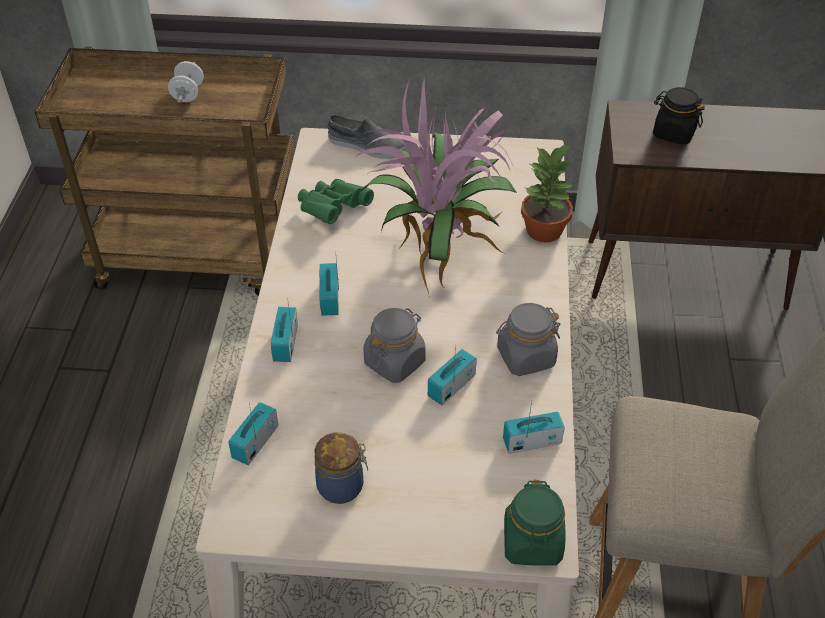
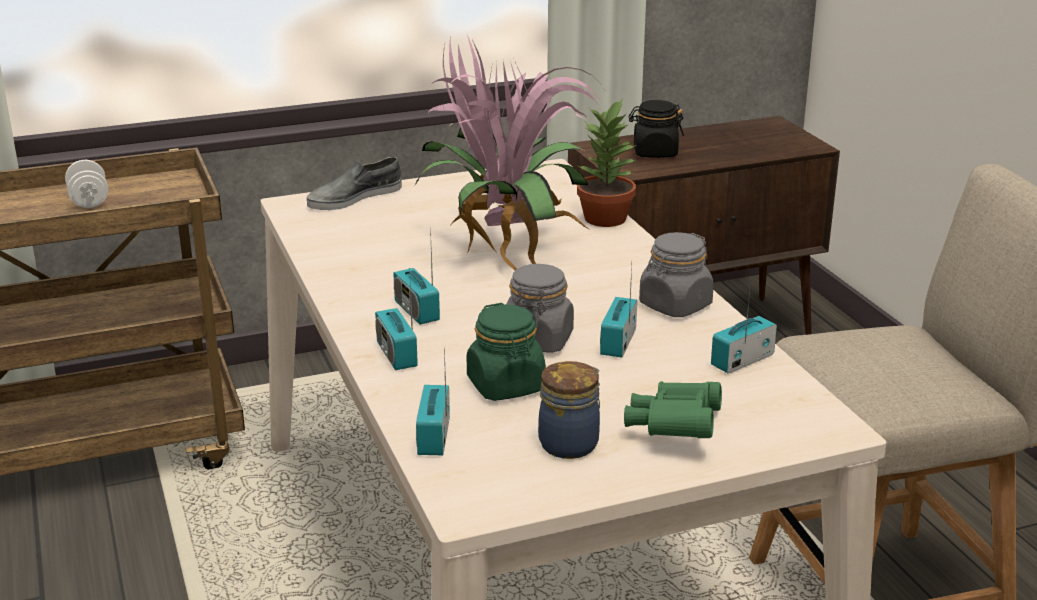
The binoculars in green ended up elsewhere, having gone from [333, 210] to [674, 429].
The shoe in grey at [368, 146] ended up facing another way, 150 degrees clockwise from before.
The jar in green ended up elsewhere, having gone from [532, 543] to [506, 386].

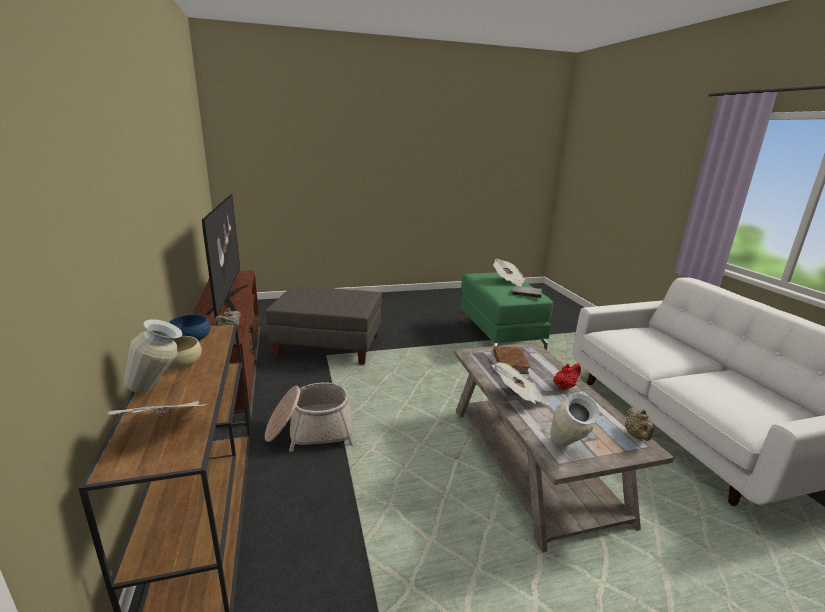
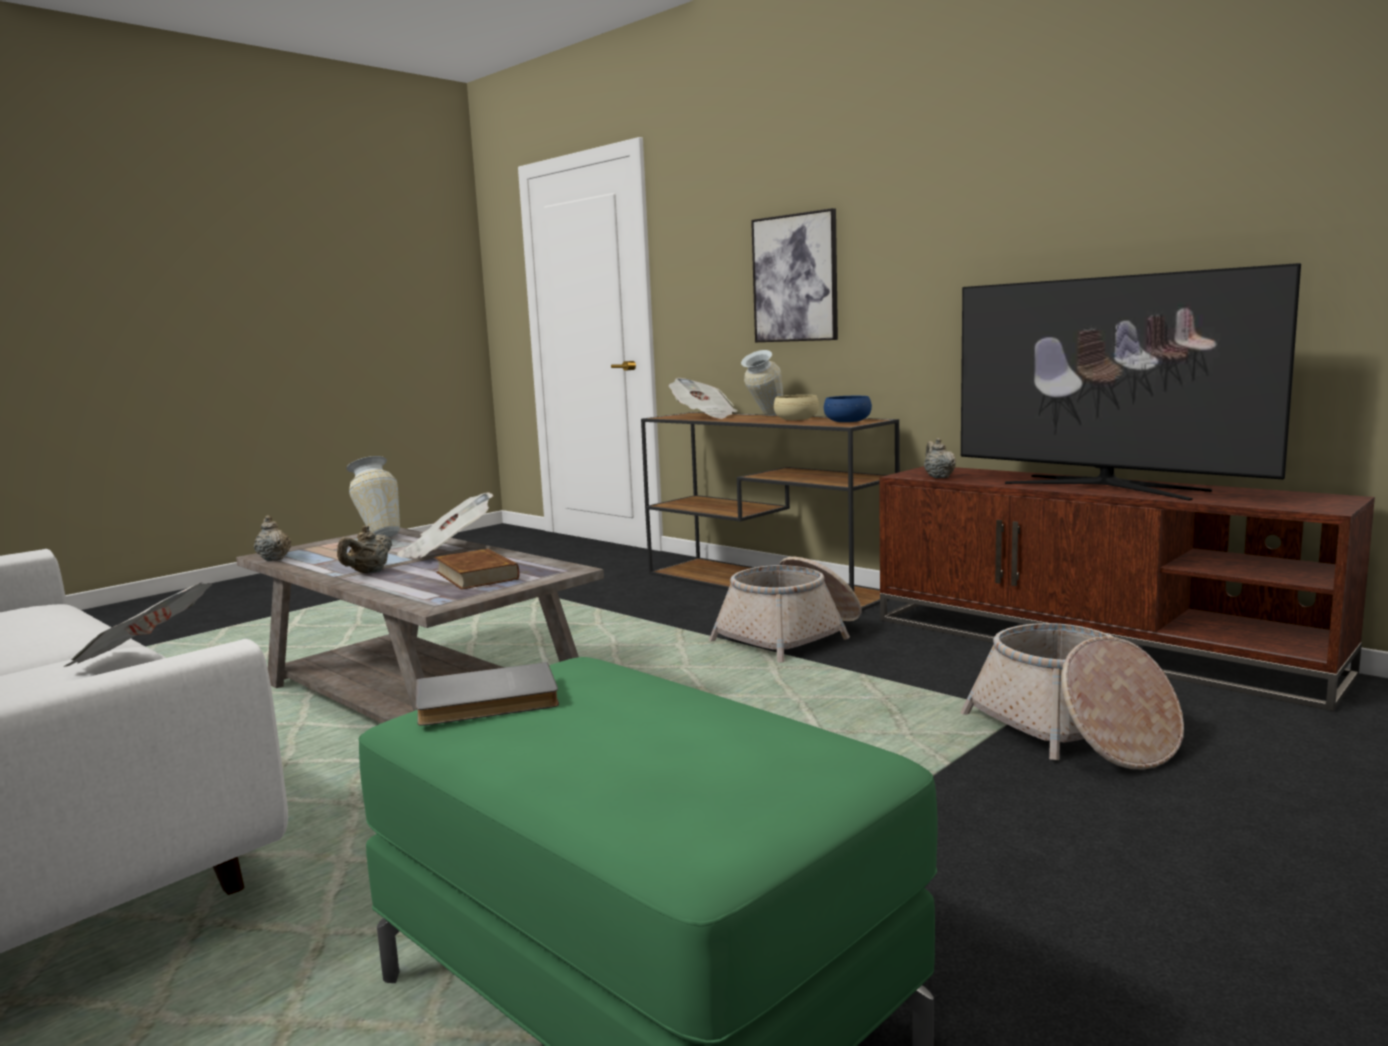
Where the ottoman in grey stood at [328, 346], the basket came to stand at [1072, 733].
The newspaper ended up elsewhere, having gone from [508, 281] to [145, 659].
What was the teapot in red at [564, 387] turned into the teapot in beige at [368, 573].
The second view gained the picture at [795, 278].

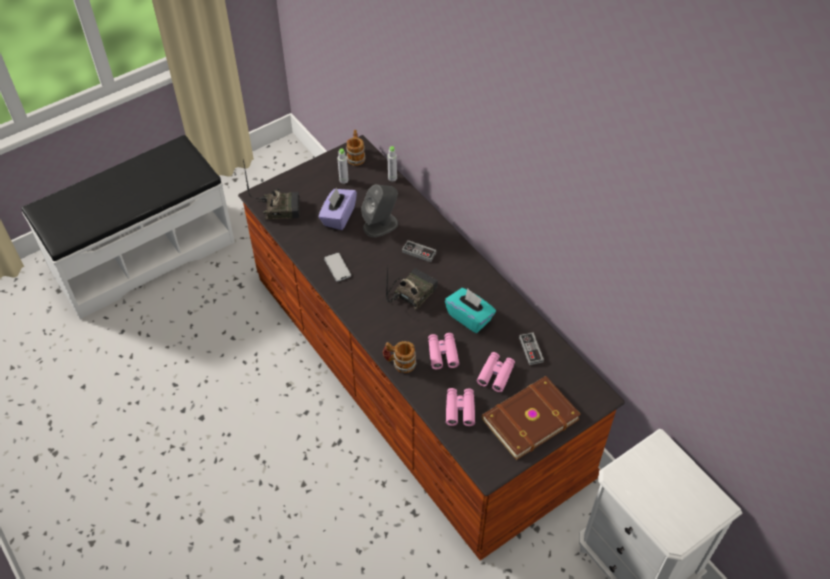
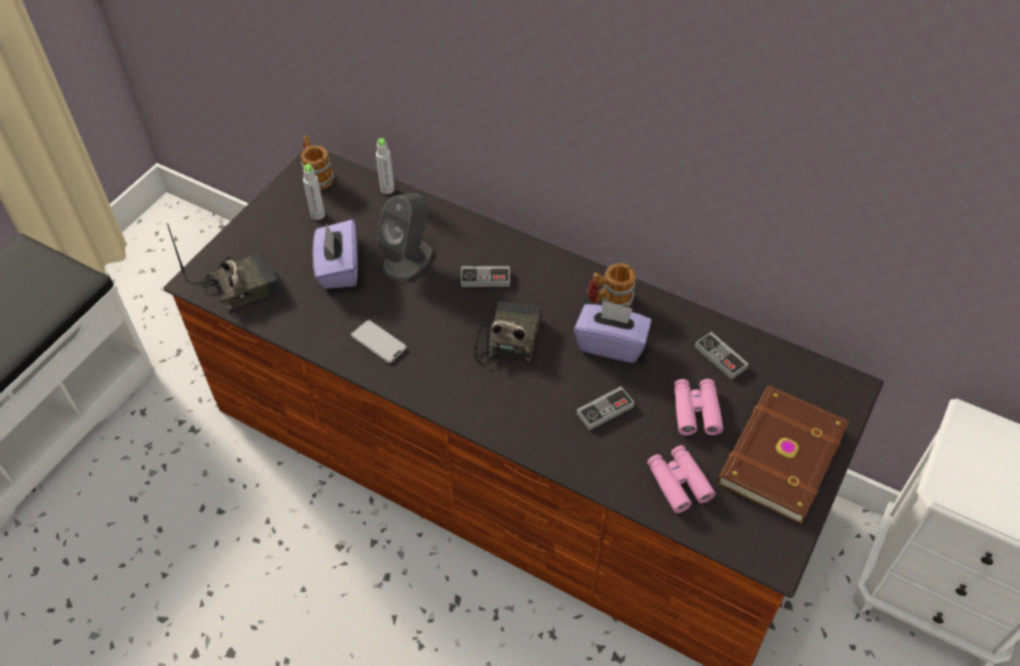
The mug ended up elsewhere, having gone from [399, 363] to [610, 300].
Where the binoculars in pink stood at [443, 353], the game controller came to stand at [605, 410].
What was the tissue box in turquoise at [469, 317] turned into the tissue box in purple at [611, 344].

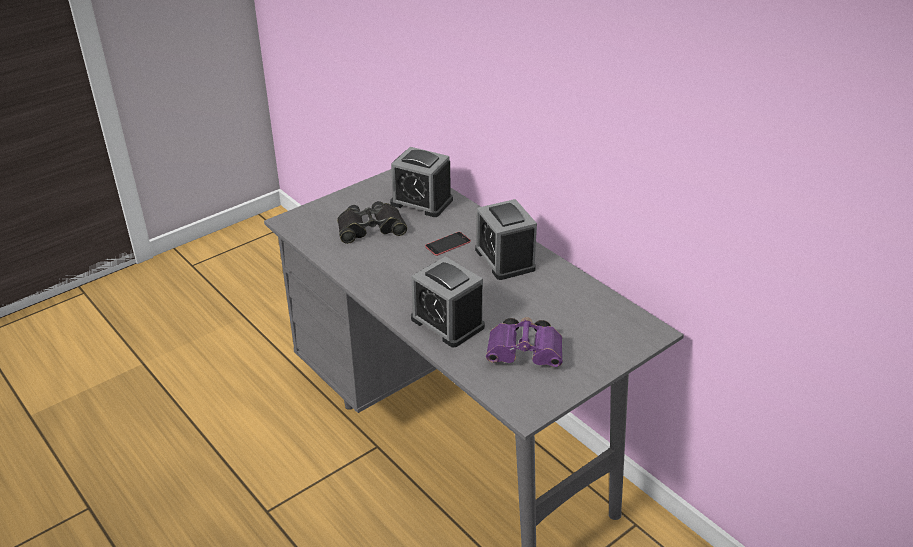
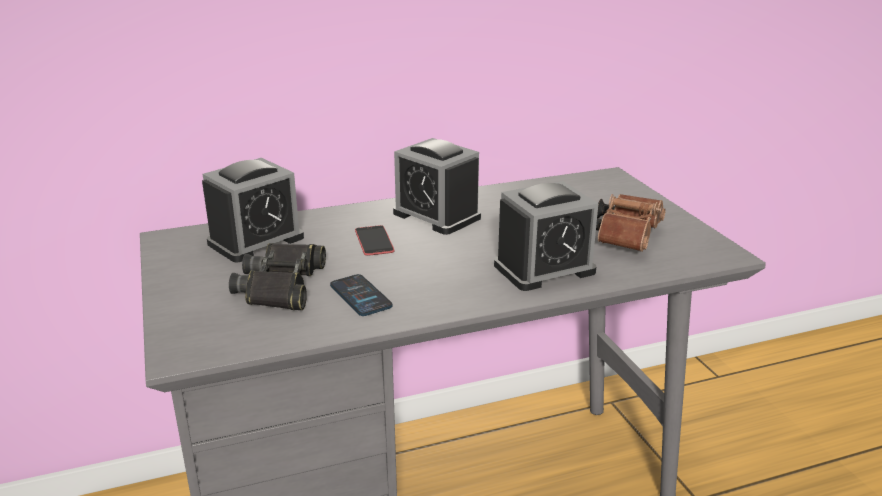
The alarm clock at [505, 259] ended up facing another way, 45 degrees clockwise from before.
What was the binoculars in purple at [526, 355] turned into the binoculars in brown at [626, 236].
The second view gained the phone at [360, 296].

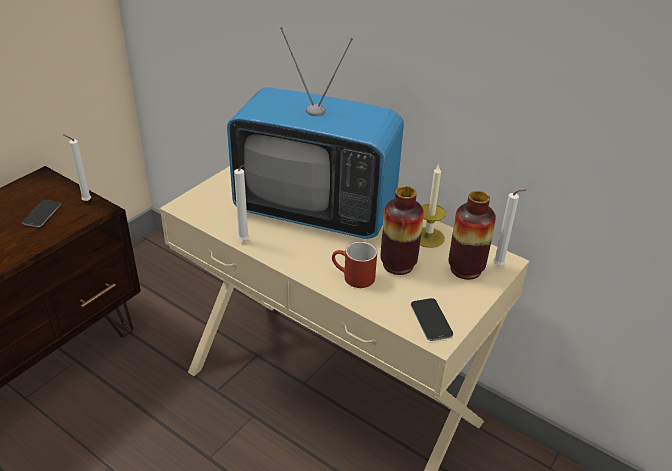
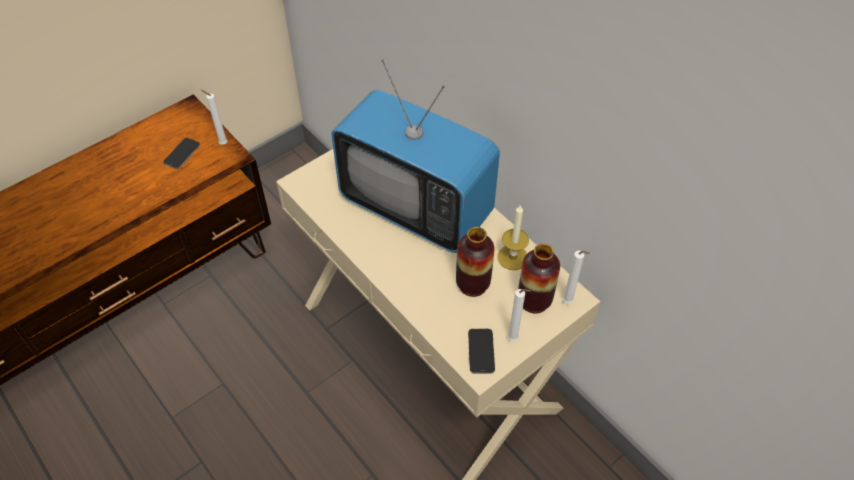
The candle in white ended up elsewhere, having gone from [245, 241] to [514, 340].
The second view lost the mug in red at [353, 277].

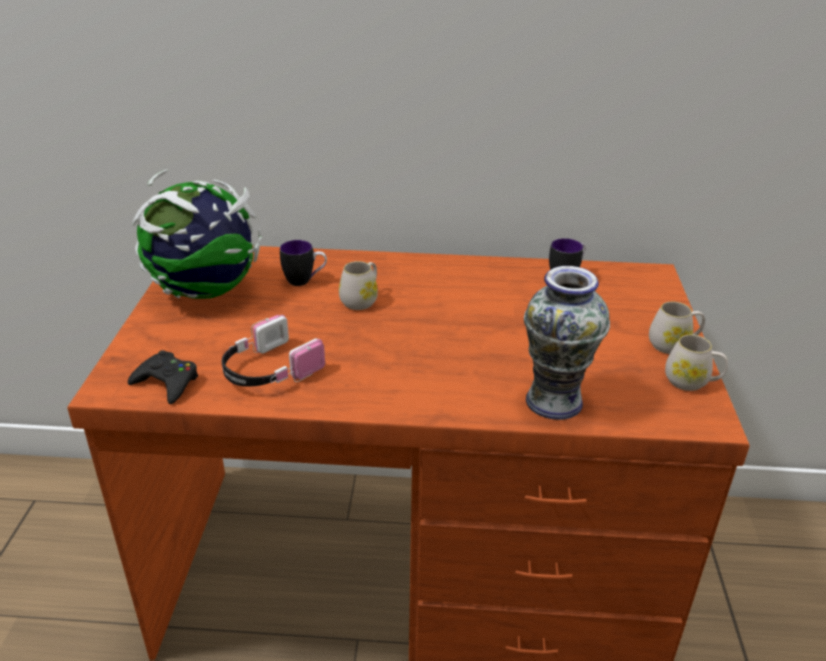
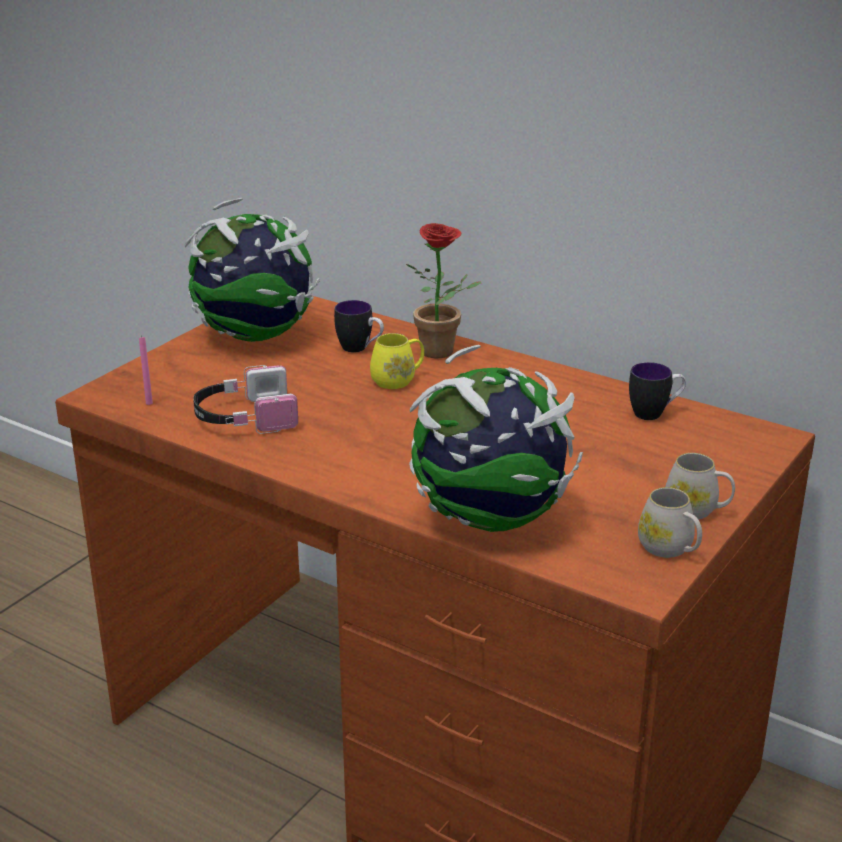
Where the game controller in black stood at [167, 382], the candle in pink came to stand at [149, 403].
What was the mug in white at [361, 300] turned into the mug in yellow at [398, 380].
Where the vase stood at [553, 400], the globe came to stand at [491, 520].
The second view gained the potted plant at [444, 352].

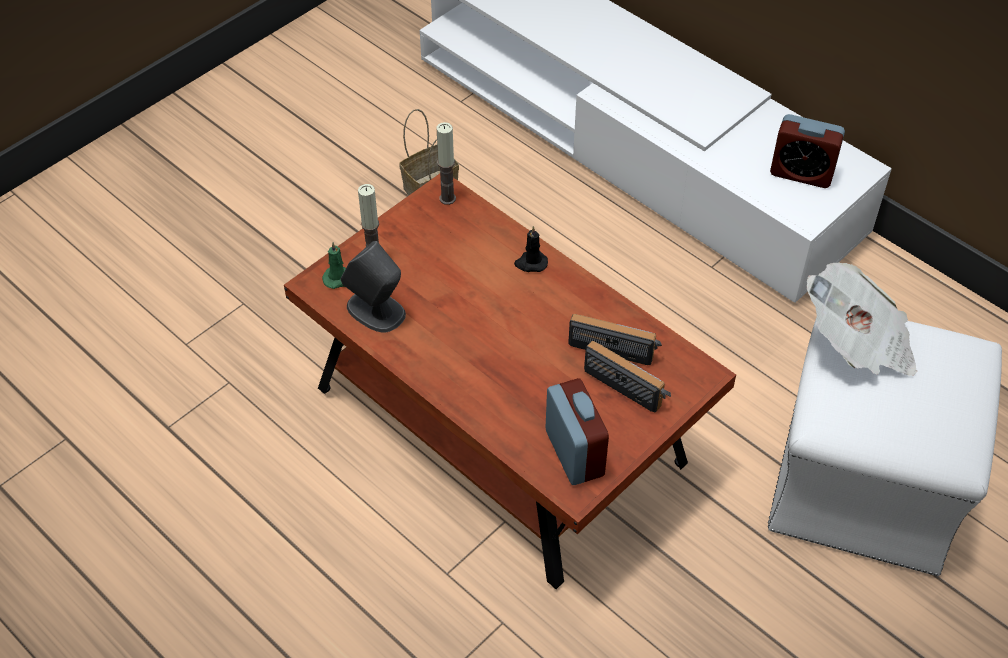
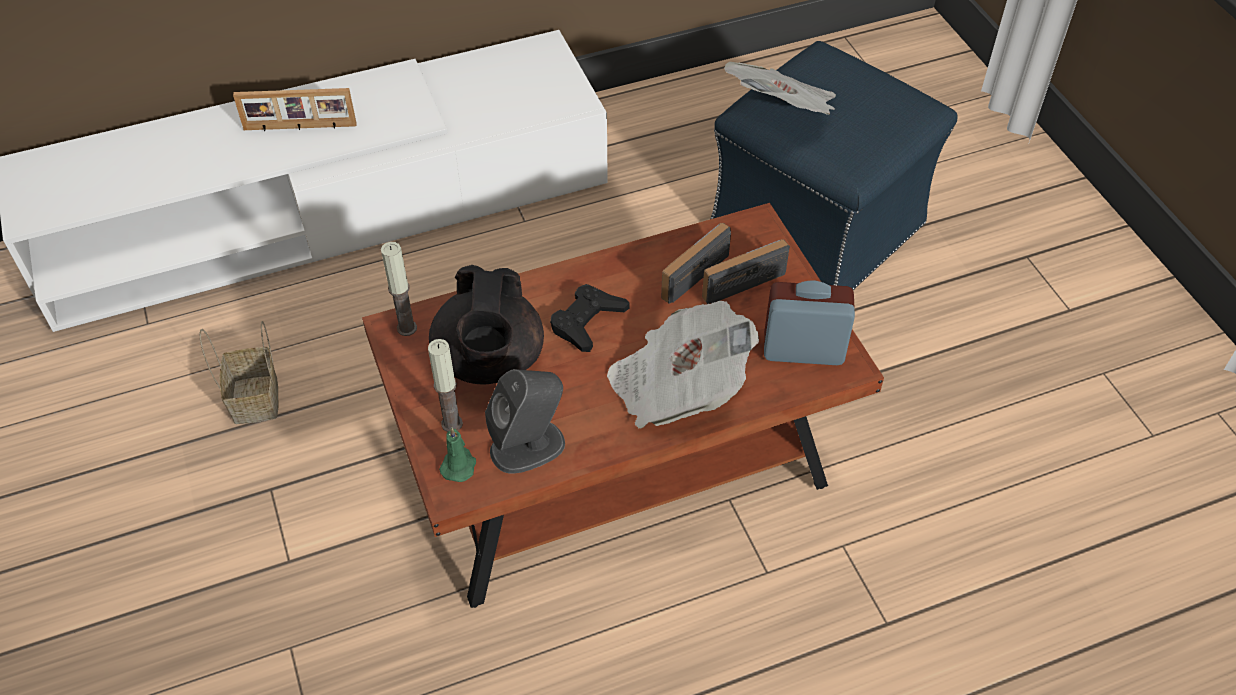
The second view lost the candle in black at [530, 263].
What was the ottoman in white at [864, 486] turned into the ottoman in blue at [819, 228].
The second view lost the alarm clock at [801, 173].
The second view gained the picture frame at [300, 128].
The second view gained the teapot in black at [489, 361].
The second view gained the game controller in black at [587, 322].
The second view gained the newspaper at [678, 387].

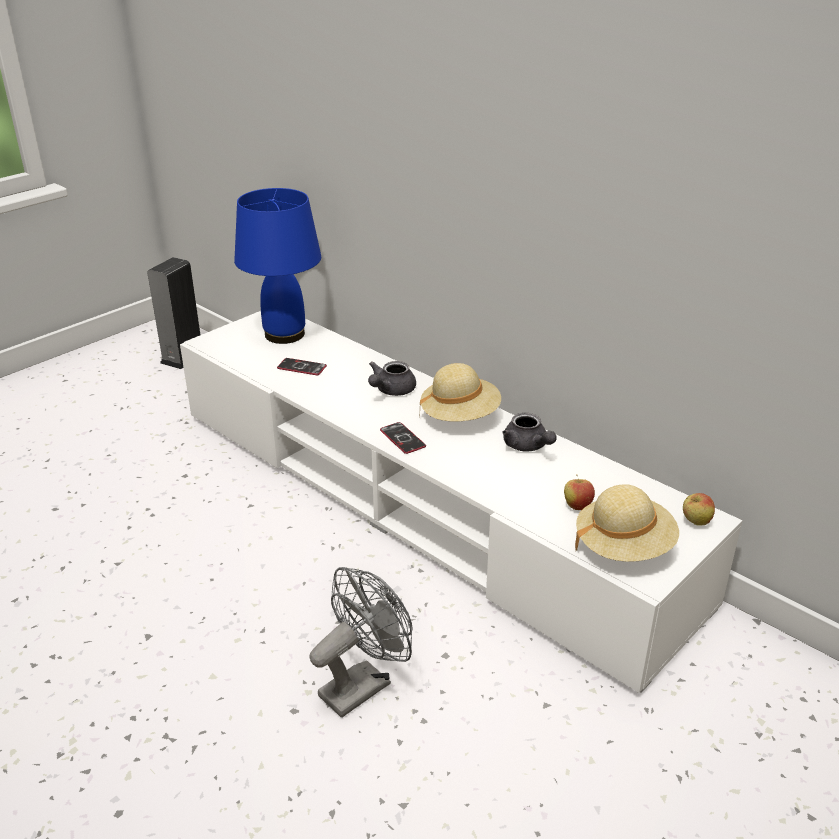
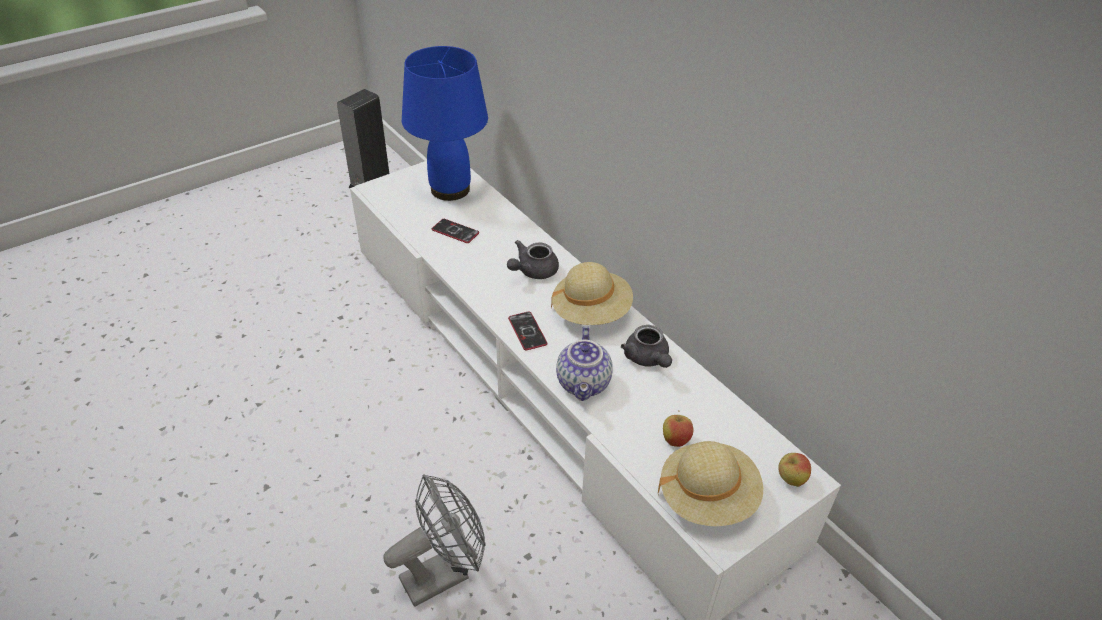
The second view gained the teapot at [584, 384].

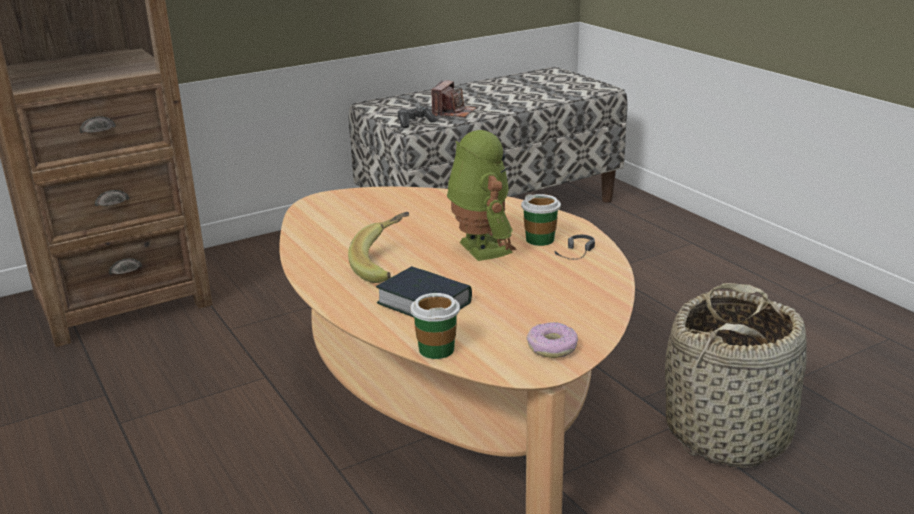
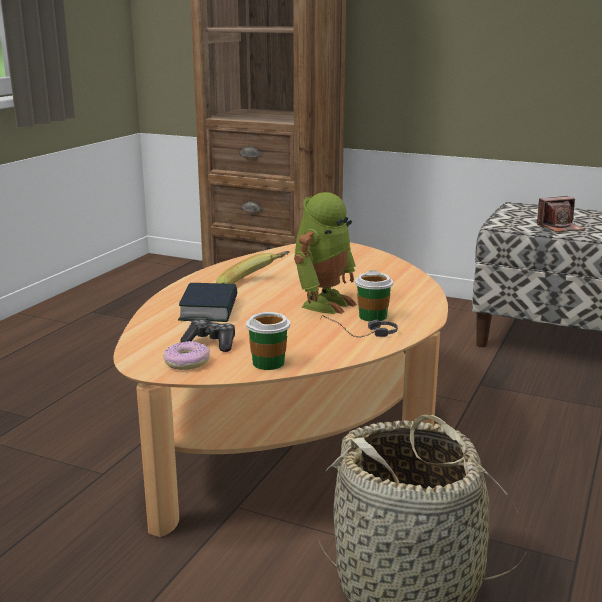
The game controller ended up elsewhere, having gone from [415, 123] to [211, 343].
The cup ended up elsewhere, having gone from [436, 349] to [268, 363].

